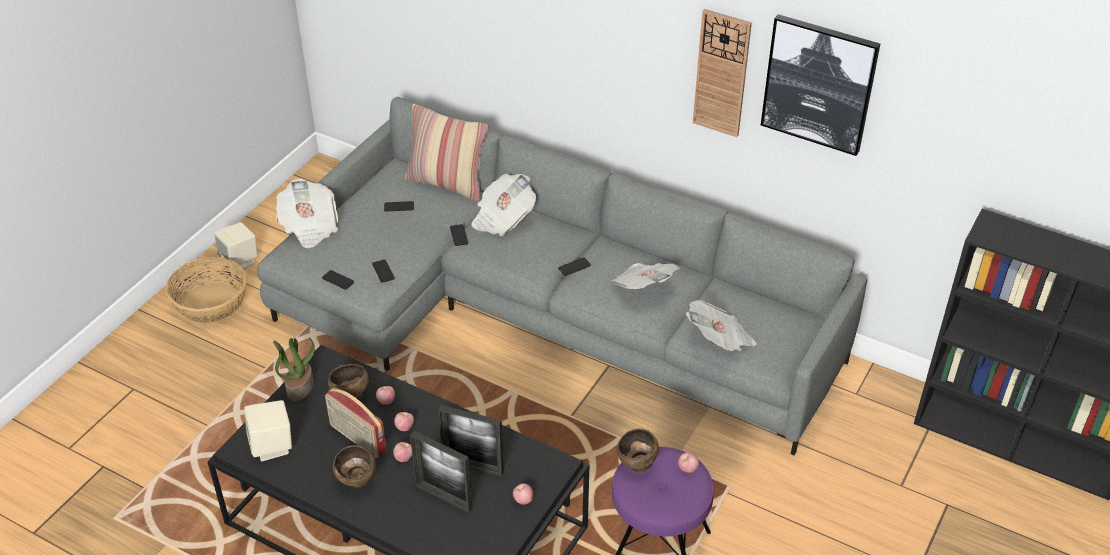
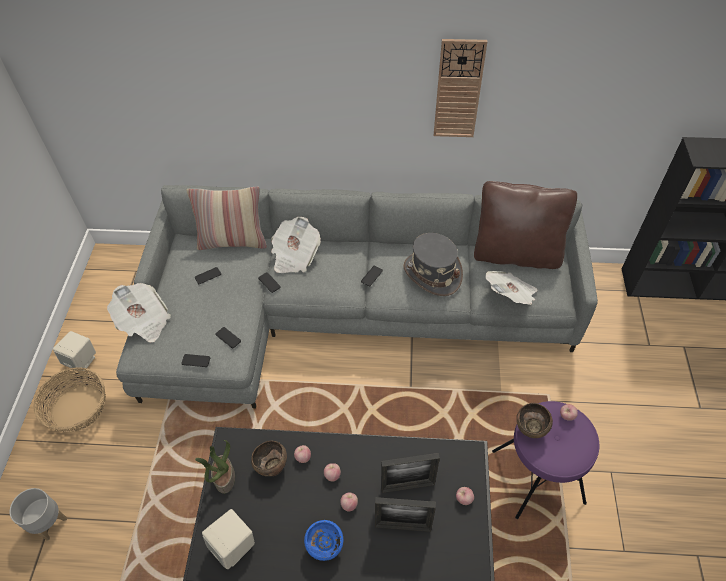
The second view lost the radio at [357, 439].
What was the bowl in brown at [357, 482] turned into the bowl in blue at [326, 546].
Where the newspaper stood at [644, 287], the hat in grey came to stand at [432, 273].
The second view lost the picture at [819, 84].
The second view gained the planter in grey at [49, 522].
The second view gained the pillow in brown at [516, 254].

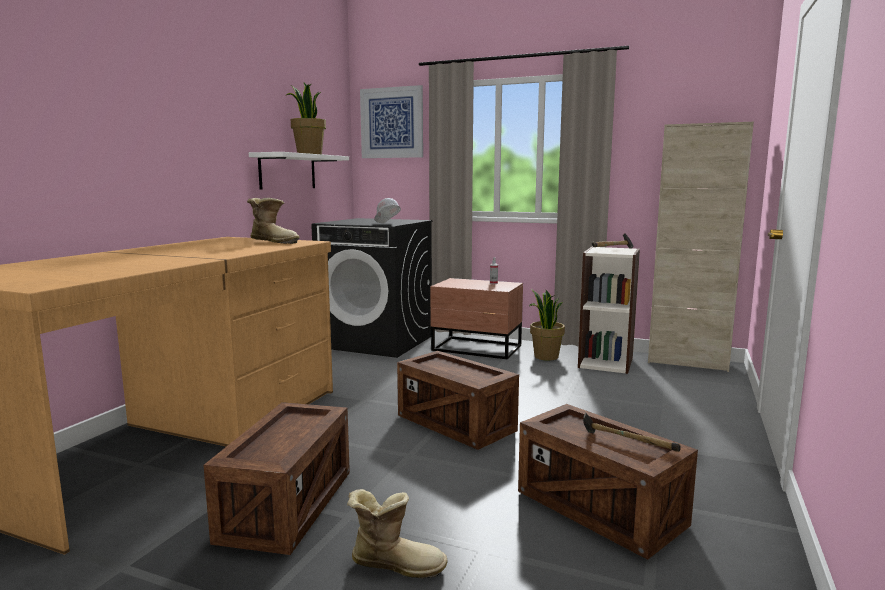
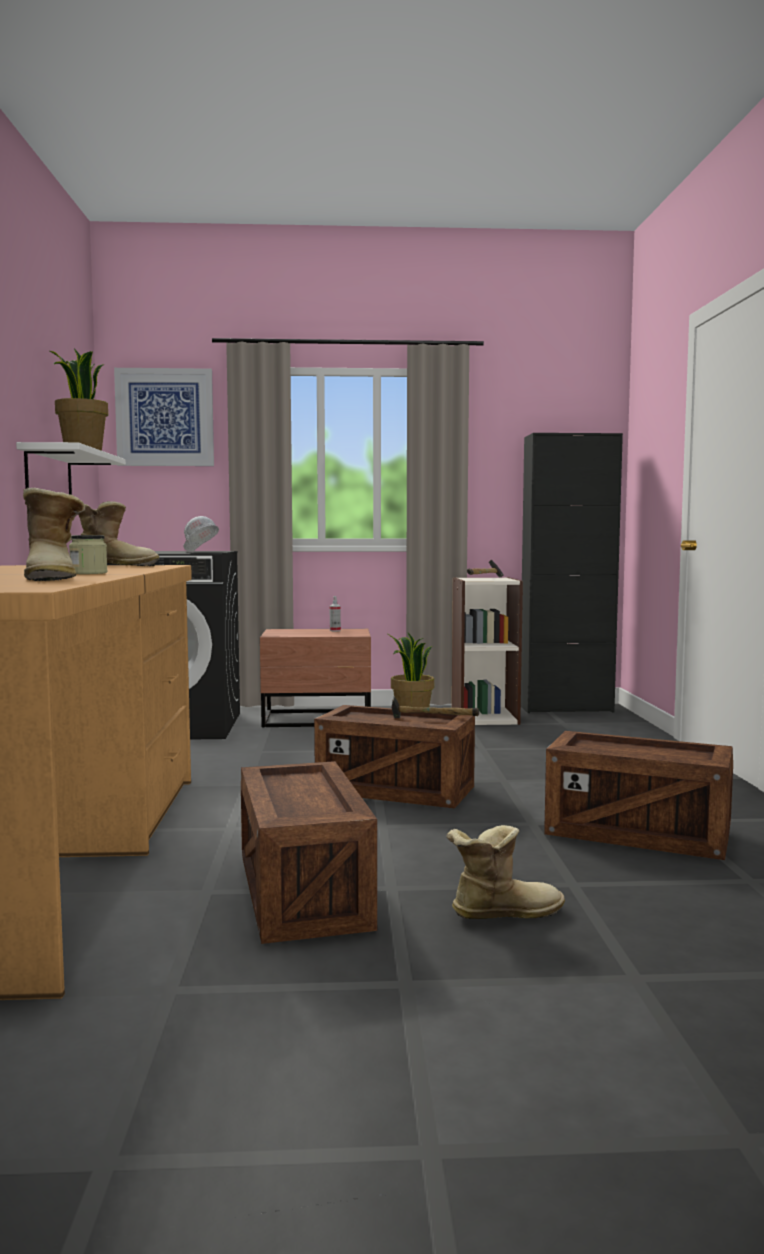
The hammer ended up elsewhere, having gone from [626, 445] to [432, 720].
What was the cabinet in beige at [687, 362] turned into the cabinet in black at [566, 709].
The second view gained the boot at [54, 578].
The second view gained the jar at [88, 573].

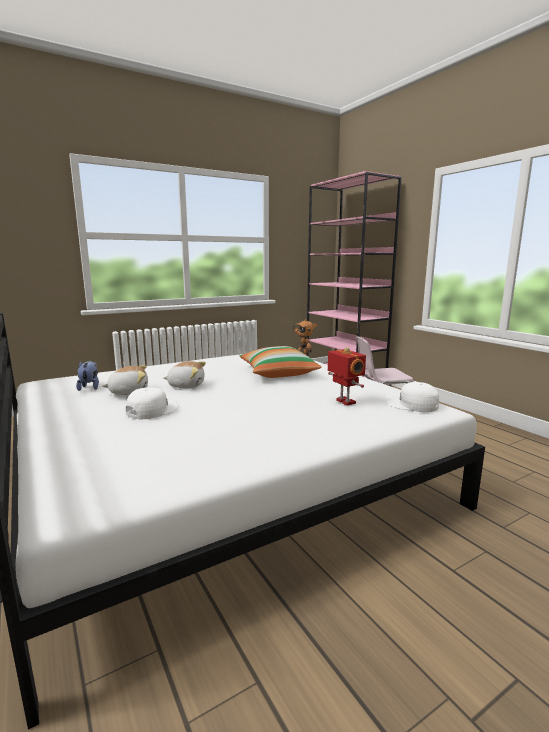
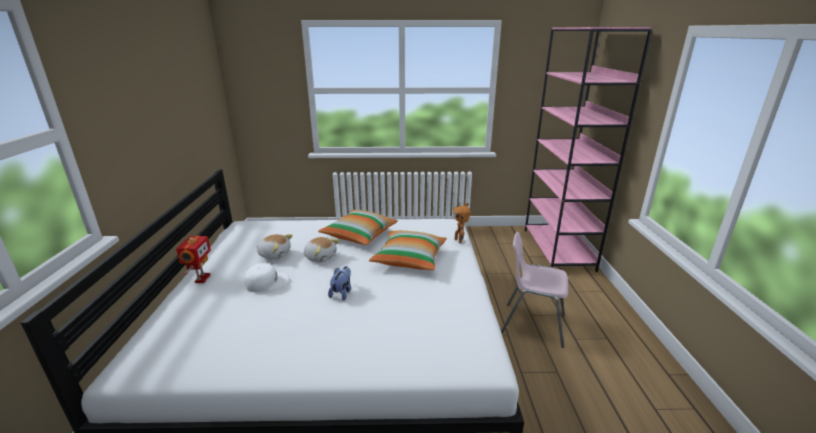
The plush toy ended up elsewhere, having gone from [89, 387] to [342, 293].
The toy robot ended up elsewhere, having gone from [344, 402] to [201, 278].
The second view lost the cap in white at [412, 404].
The second view gained the pillow at [359, 235].

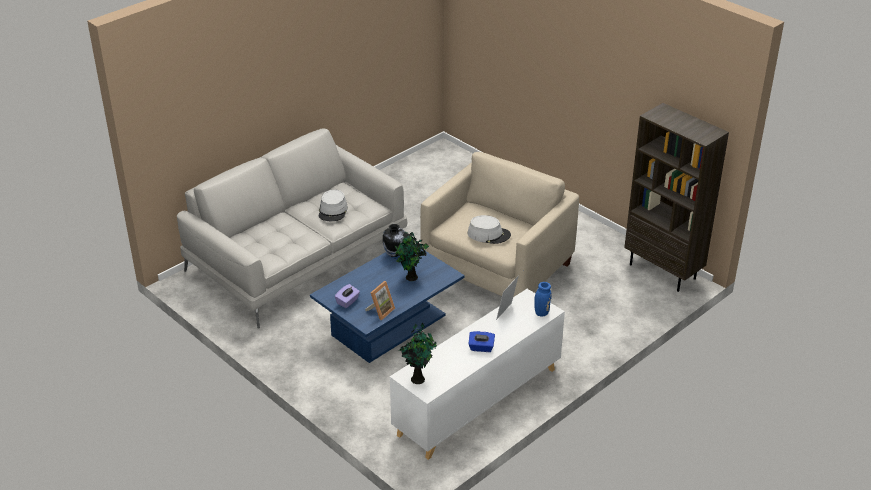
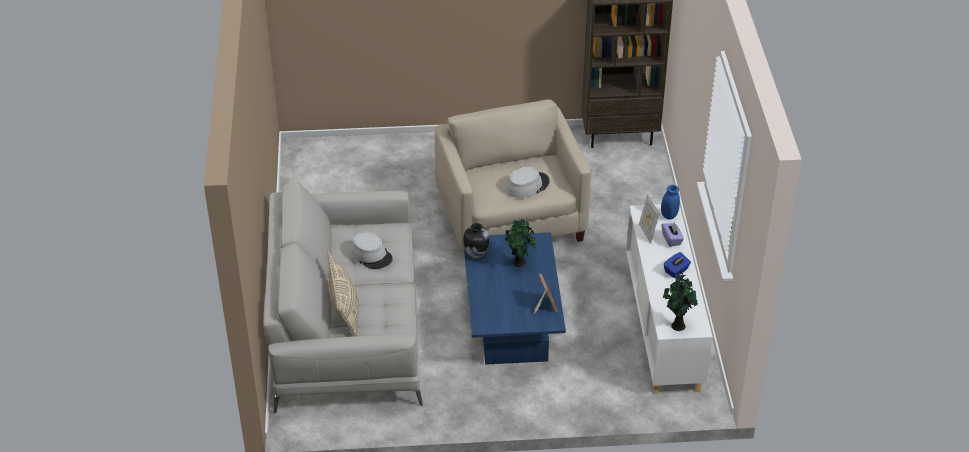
The tissue box in purple ended up elsewhere, having gone from [347, 302] to [671, 239].
The second view gained the pillow in beige at [344, 310].

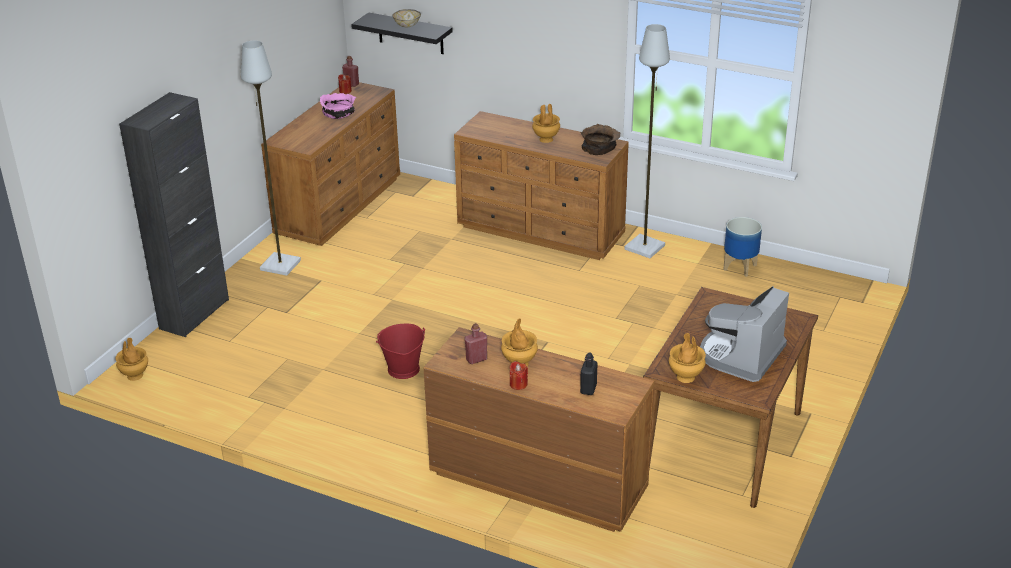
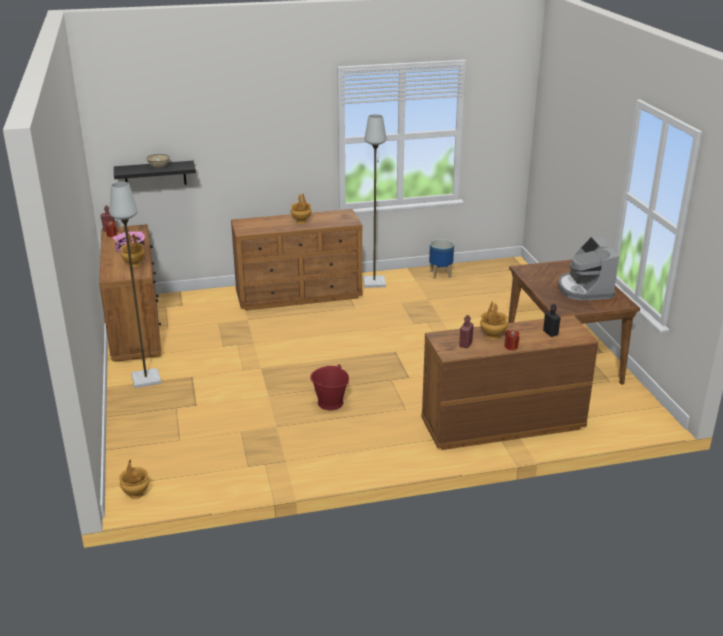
The second view lost the cabinet in black at [194, 314].
The second view lost the bowl in brown at [600, 147].
The vase in brown ended up elsewhere, having gone from [686, 377] to [134, 264].

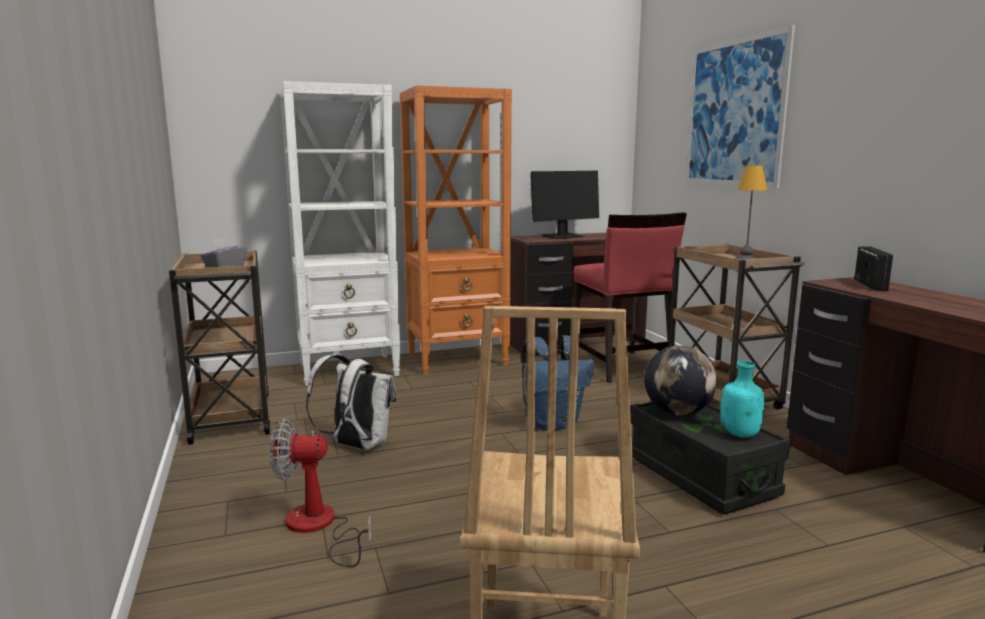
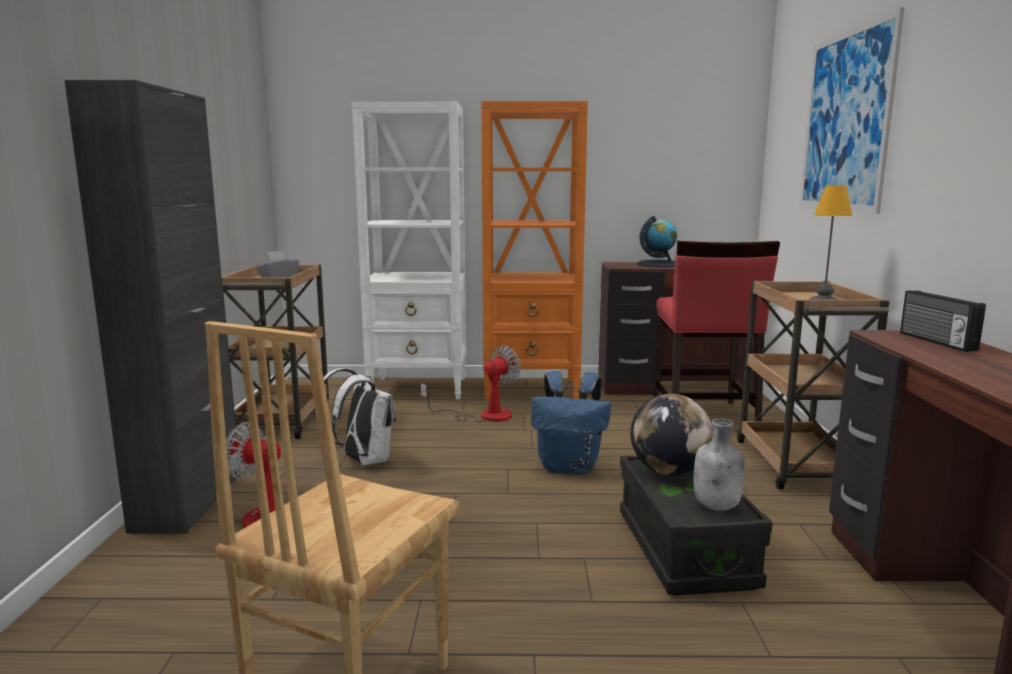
Where the monitor stood at [562, 237], the globe came to stand at [659, 264].
What was the bottle in turquoise at [740, 434] turned into the bottle in grey at [717, 506].
The radio at [871, 285] ended up facing another way, 135 degrees clockwise from before.
The second view gained the cabinet in black at [188, 502].
The second view gained the fan at [484, 415].

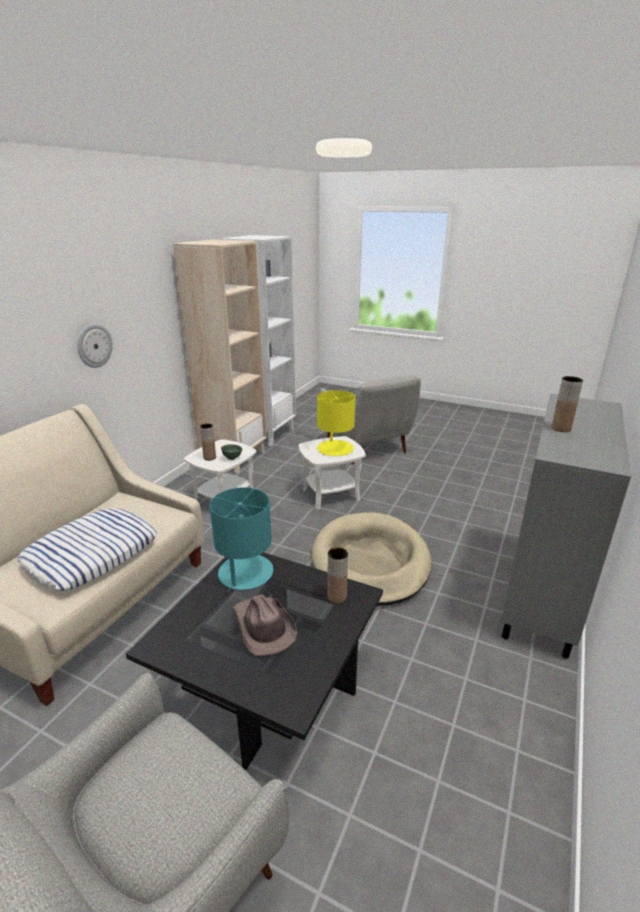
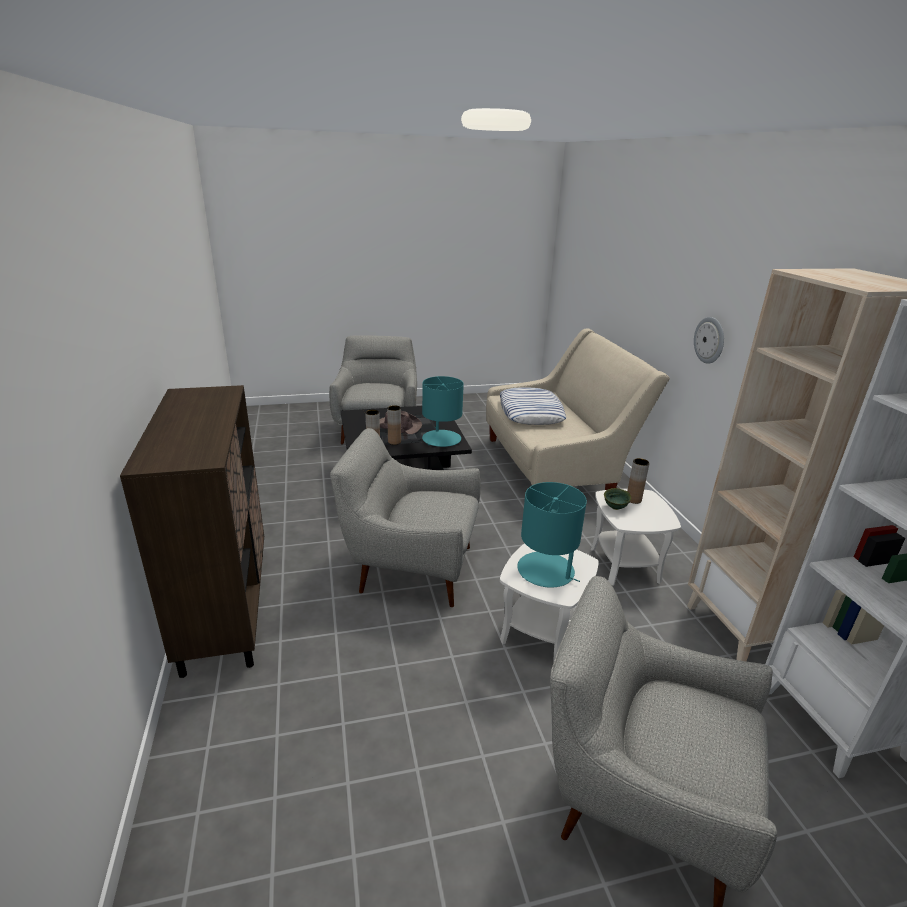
Where the dog bed in beige stood at [370, 562], the armchair in grey came to stand at [410, 568].
What was the table lamp in yellow at [335, 449] turned into the table lamp in turquoise at [546, 571].
What was the cabinet in grey at [541, 595] turned into the cabinet in brown at [226, 607].
The vase in brown ended up elsewhere, having gone from [561, 428] to [394, 442].

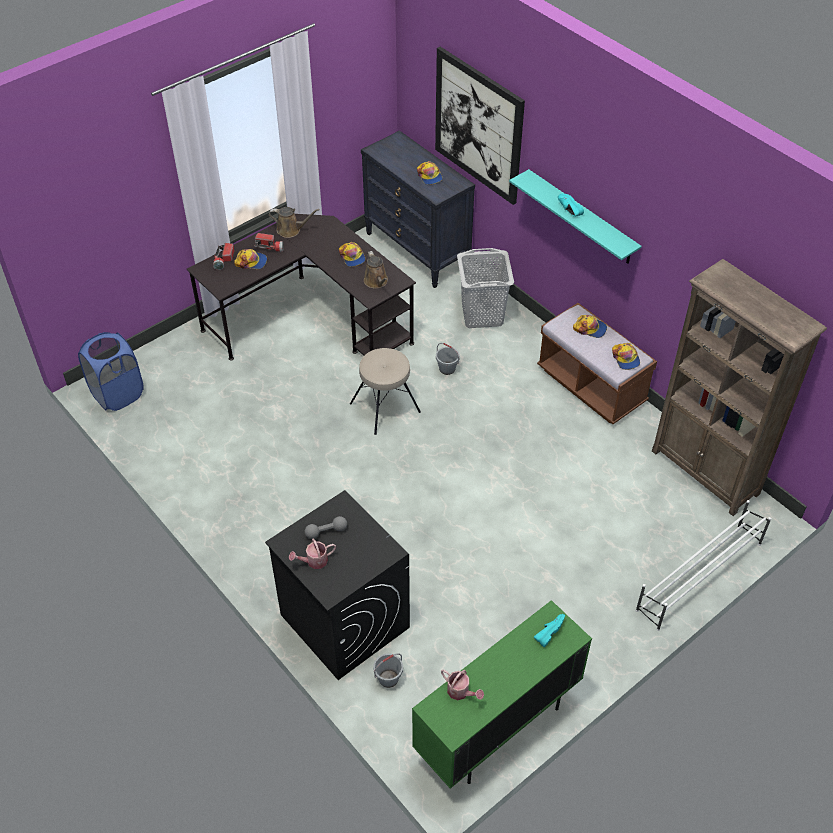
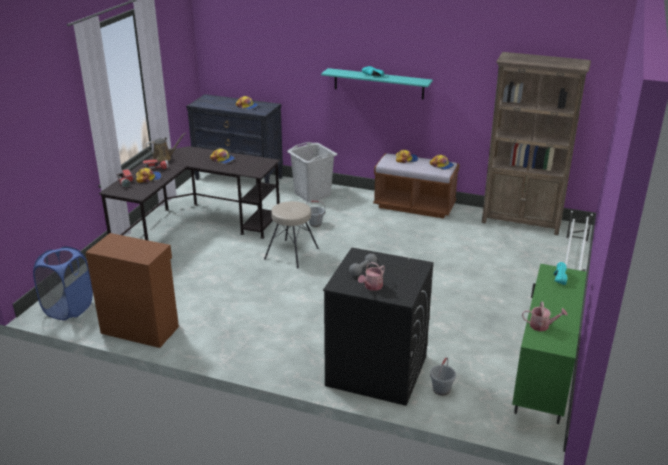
The second view lost the watering can in brown at [376, 282].
The second view lost the picture at [478, 125].
The second view gained the cabinet in brown at [140, 329].

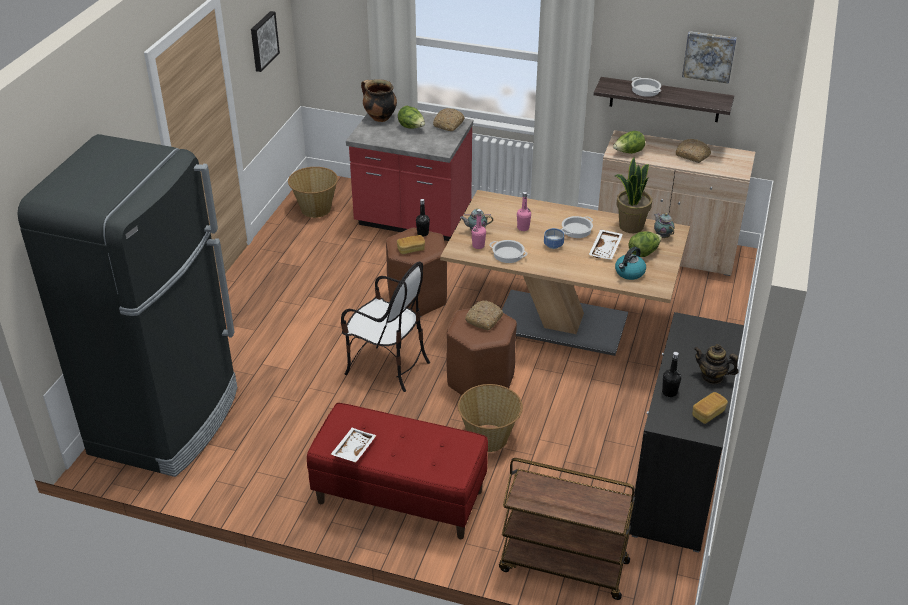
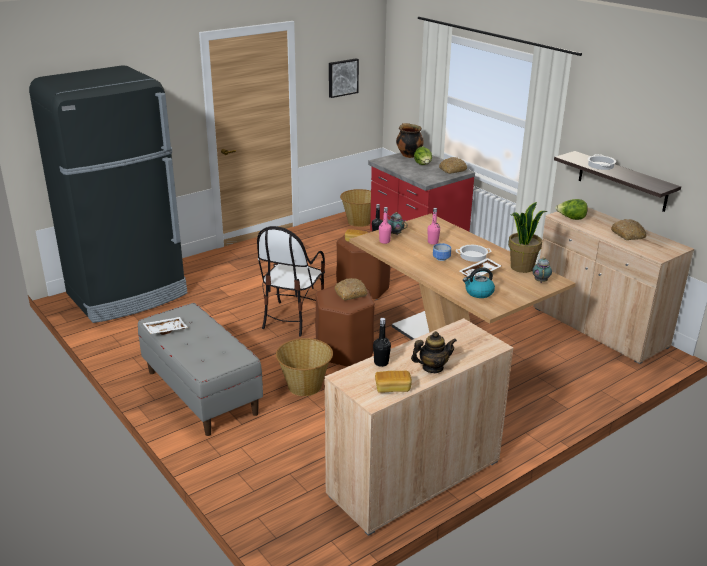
What was the bench in red at [399, 497] turned into the bench in grey at [201, 392].
The chair at [387, 366] ended up facing another way, 45 degrees clockwise from before.
The second view lost the cooking pot at [508, 254].
The second view lost the cart in brown at [562, 566].
The second view lost the lettuce at [643, 253].
What was the cabinet in black at [676, 480] turned into the cabinet in beige at [414, 478].
The second view lost the picture at [709, 56].
The teapot at [712, 377] ended up facing another way, 105 degrees clockwise from before.

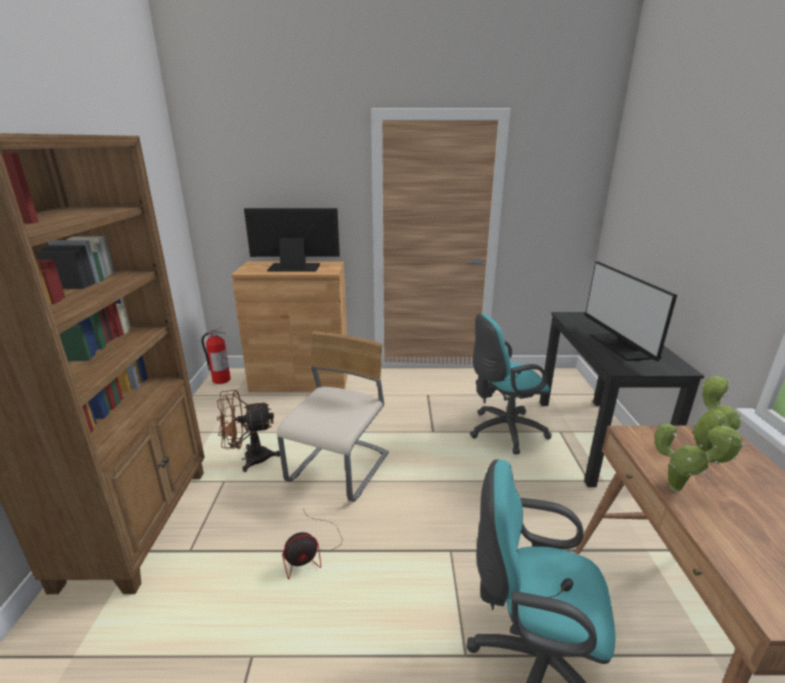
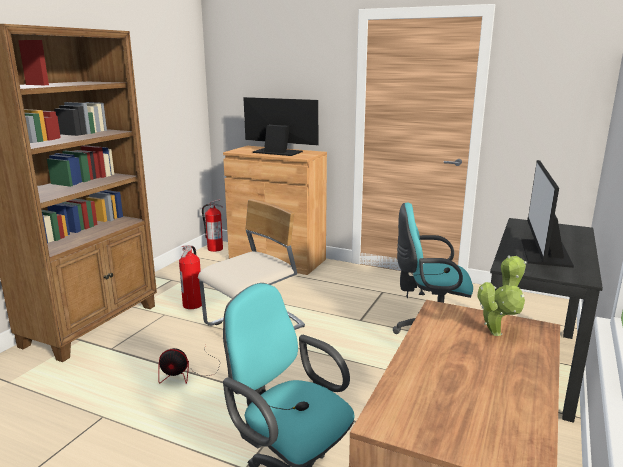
Where the fan in brown stood at [249, 458], the fire extinguisher came to stand at [193, 305].
The second view lost the potted plant at [679, 489].

